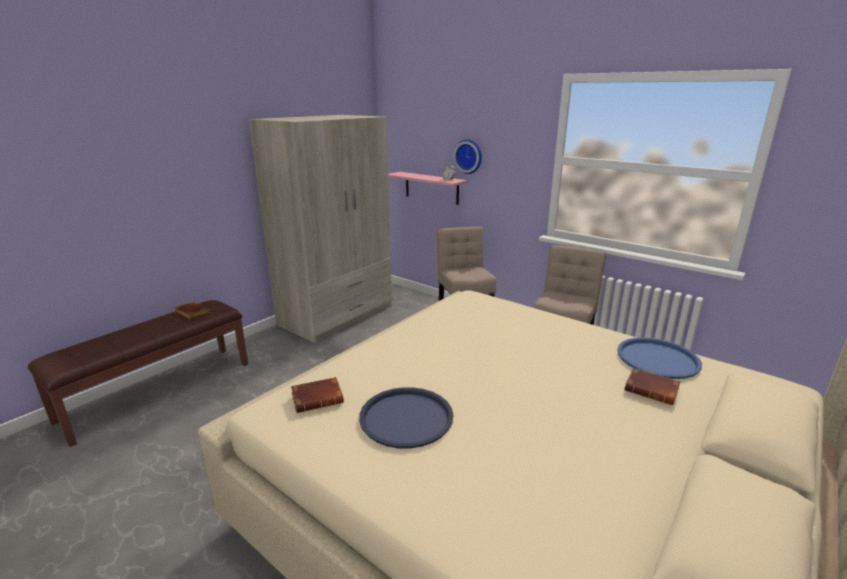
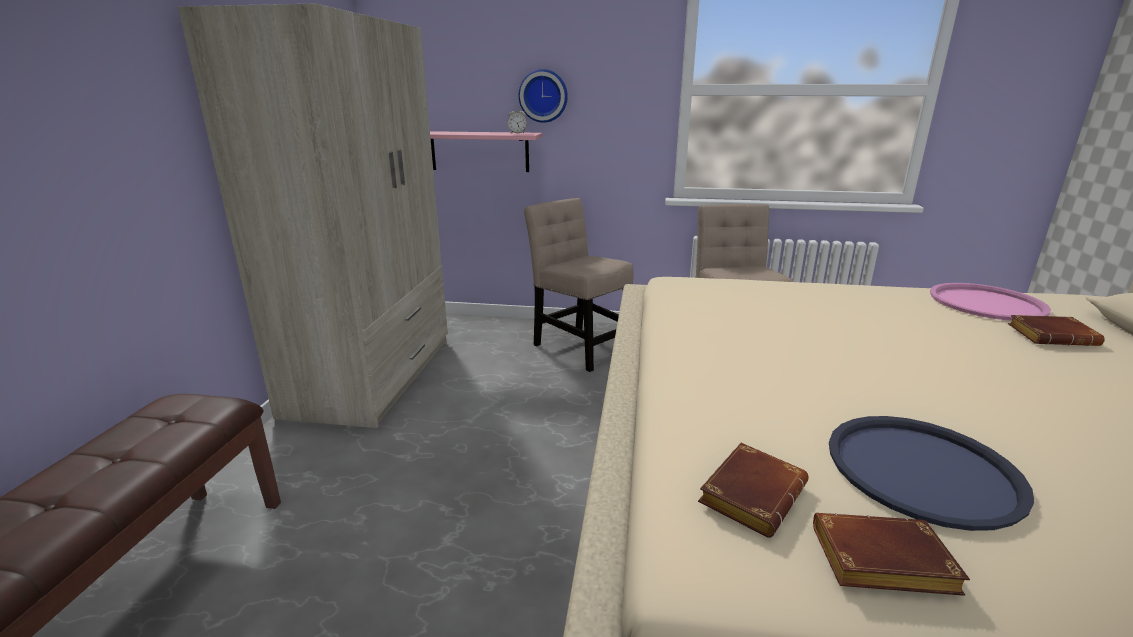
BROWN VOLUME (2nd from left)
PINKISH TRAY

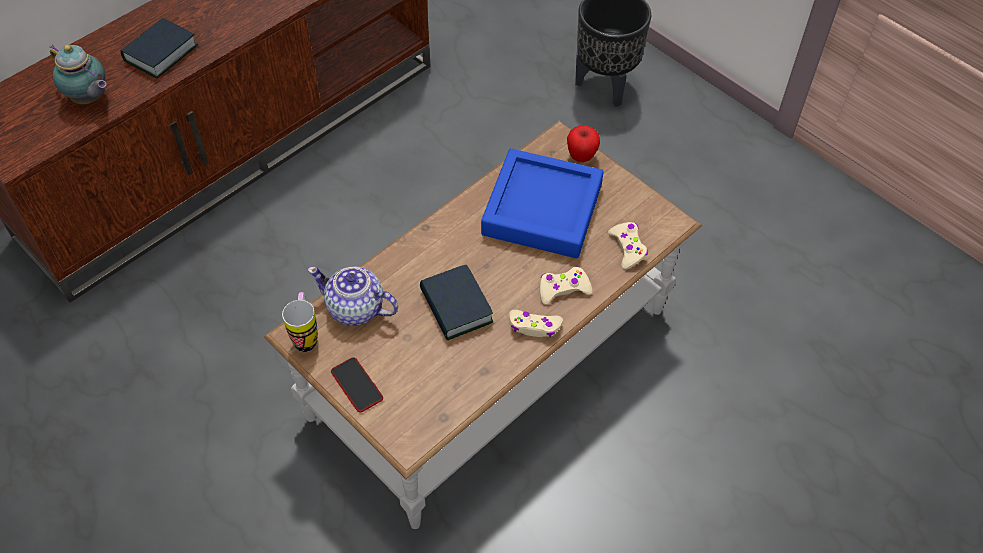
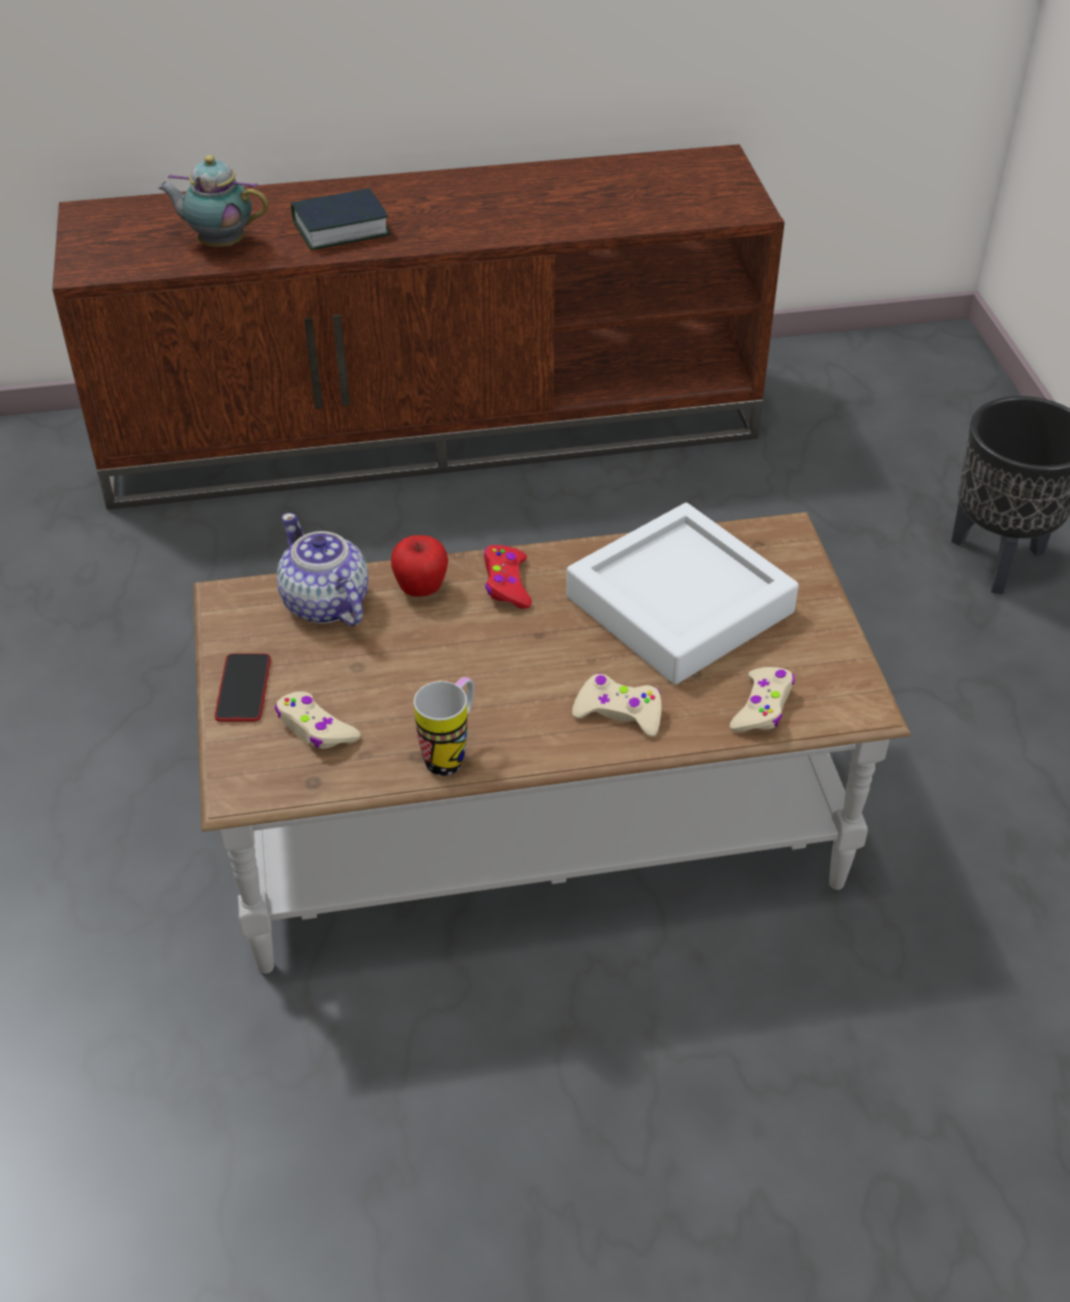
TEA POT (1st from left)
BEIGE-COLOURED GAME CONTROLLER (1st from left)
APPLE FRUIT
MUG
REDDISH GAME CONTROLLER
WHITE-COLOURED TRAY
VOLUME (2nd from left in the first image)

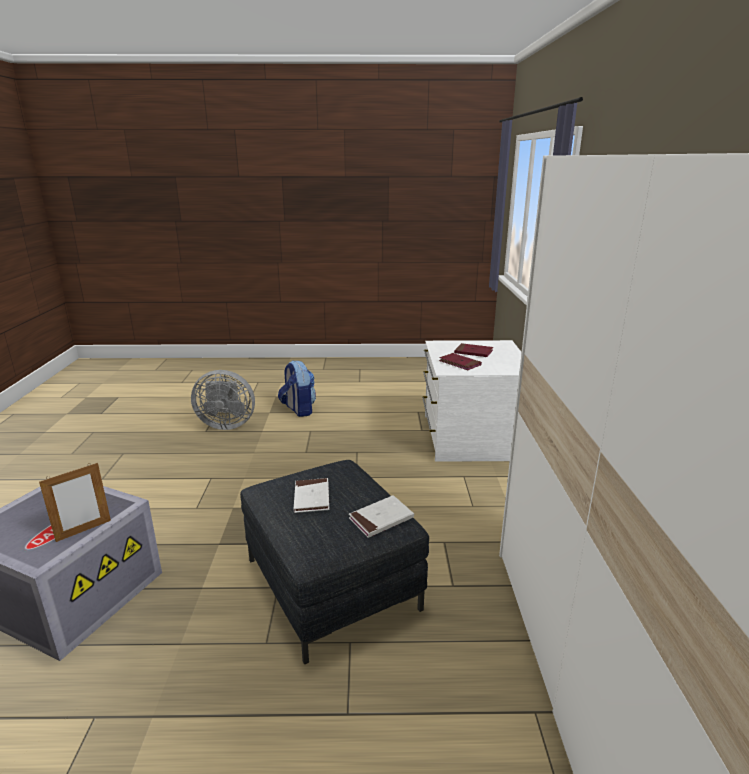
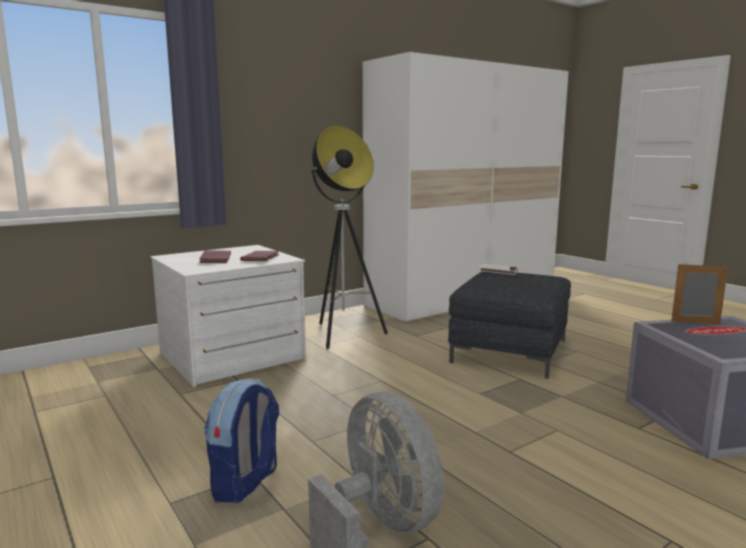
STANDARD LAMP
WHITE-COLOURED VOLUME (1st from left in the first image)

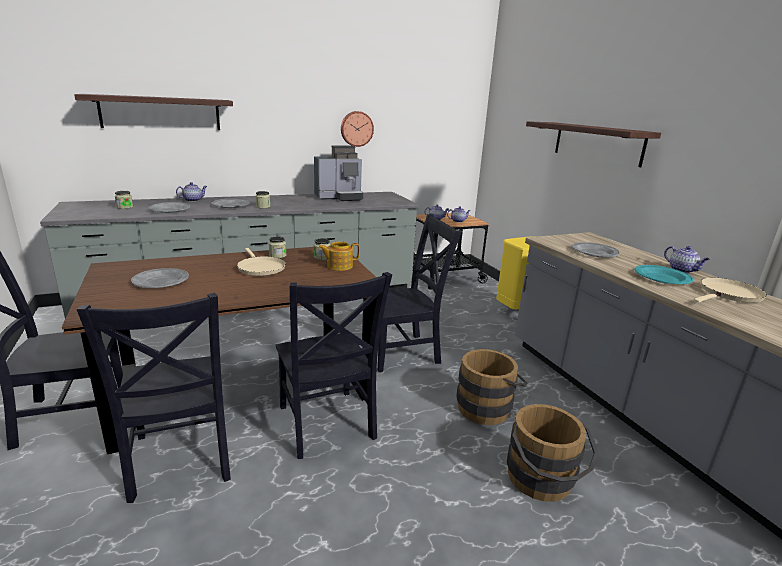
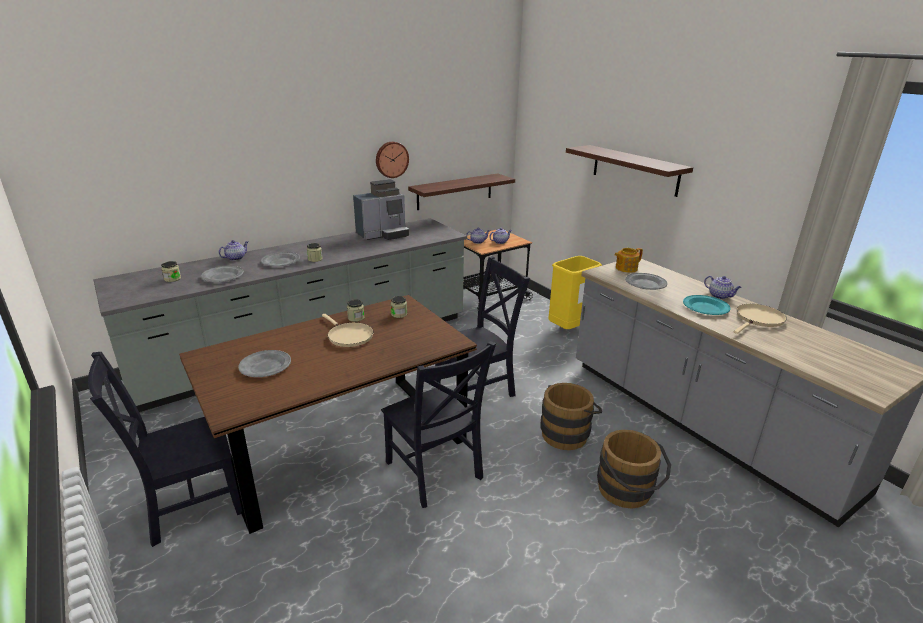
WALL SHELF (1st from left)
TEA POT (4th from left)
BLACK-COLOURED CHAIR (2nd from left in the first image)

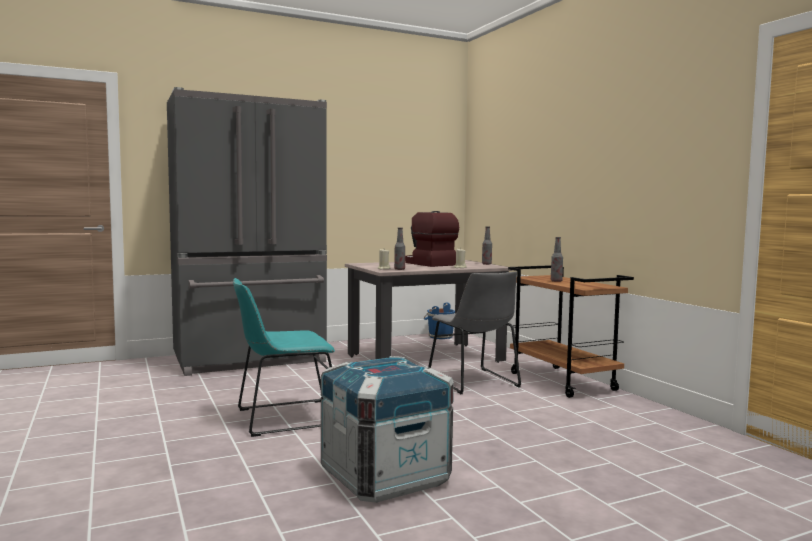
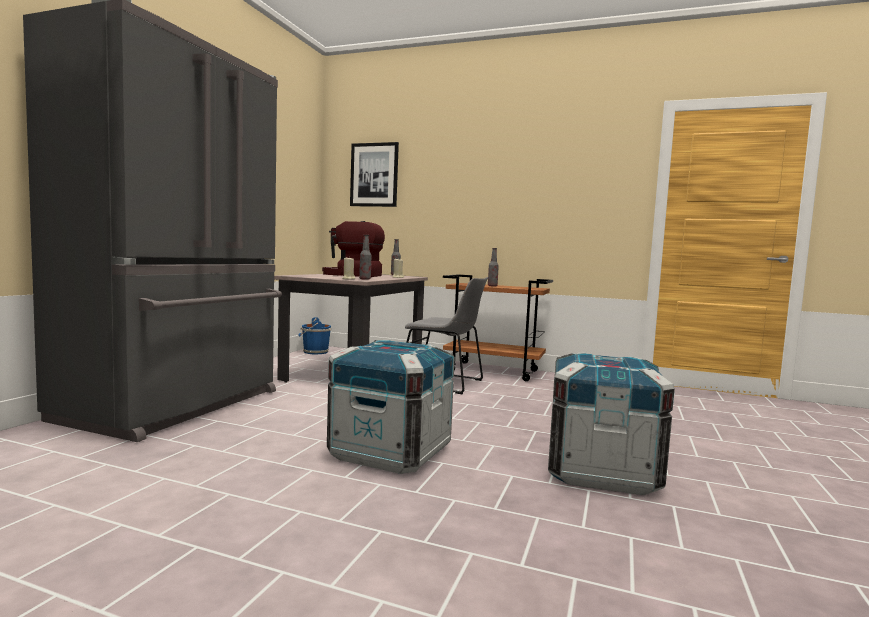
CRATE (1st from left)
WALL PICTURE

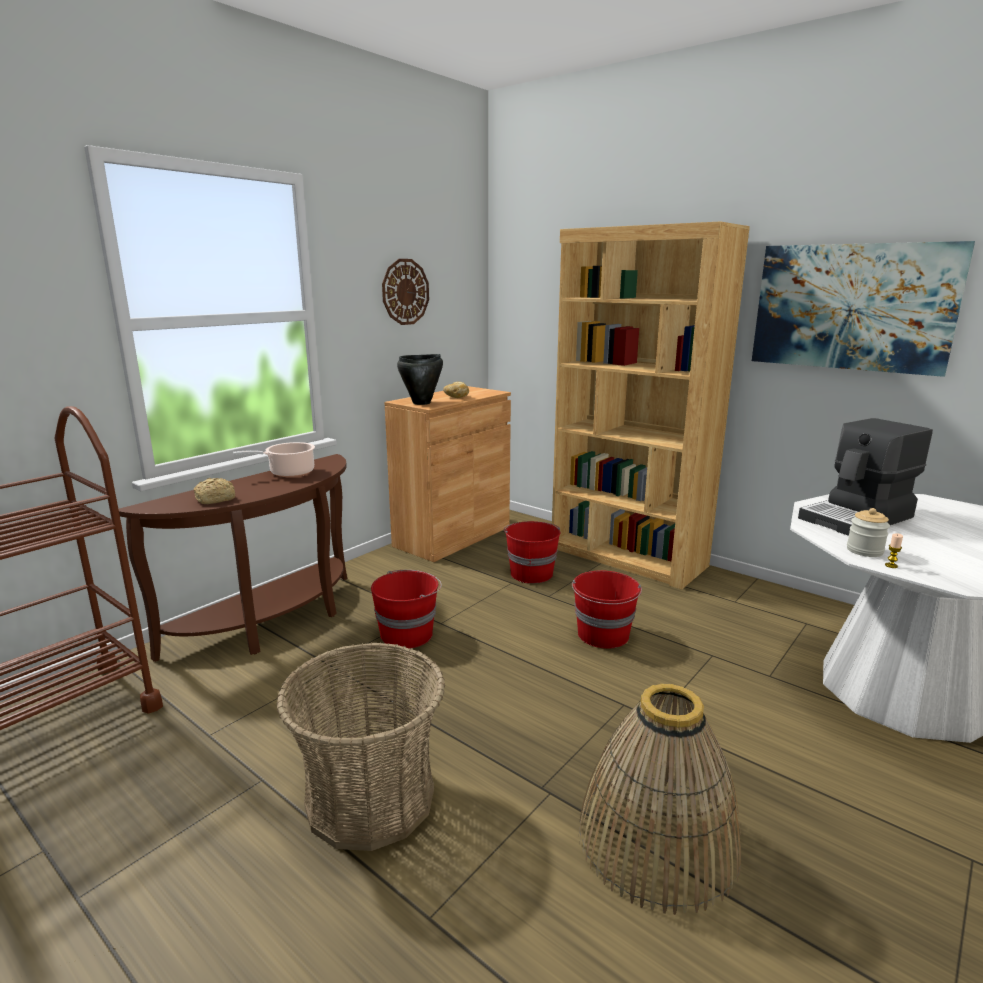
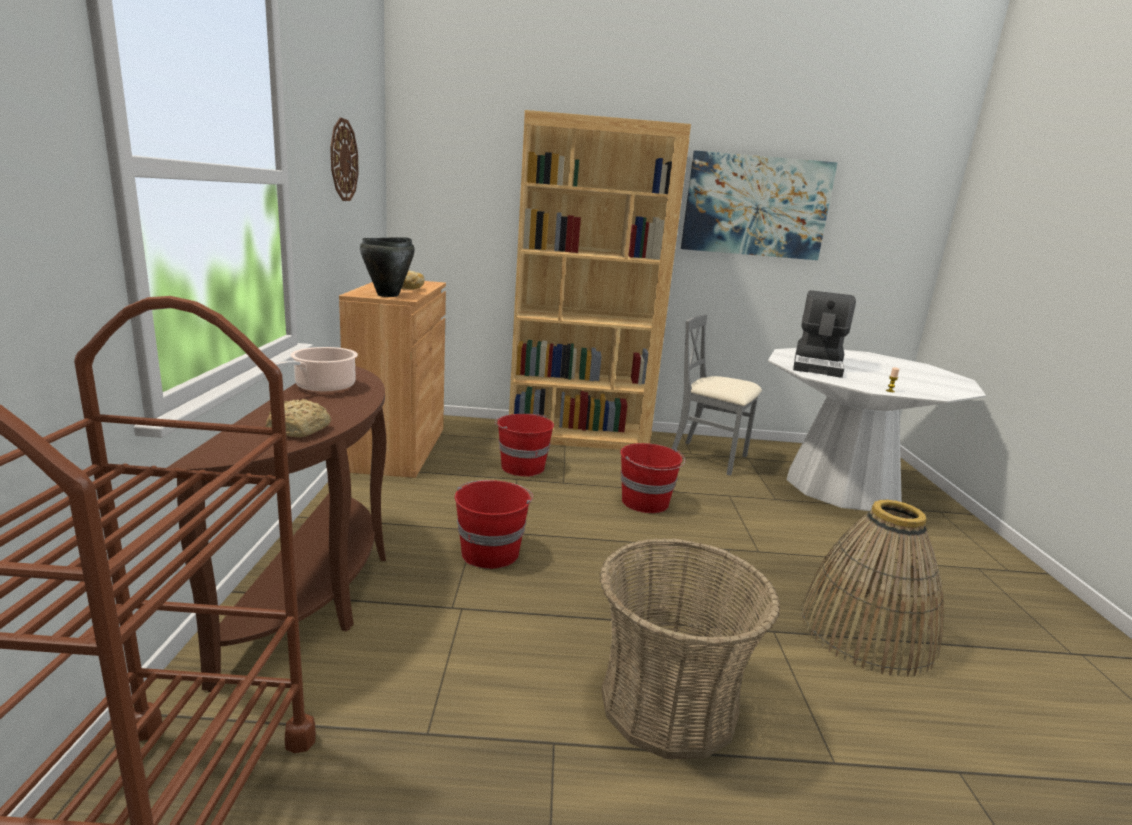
GRAY CHAIR
STORAGE JAR

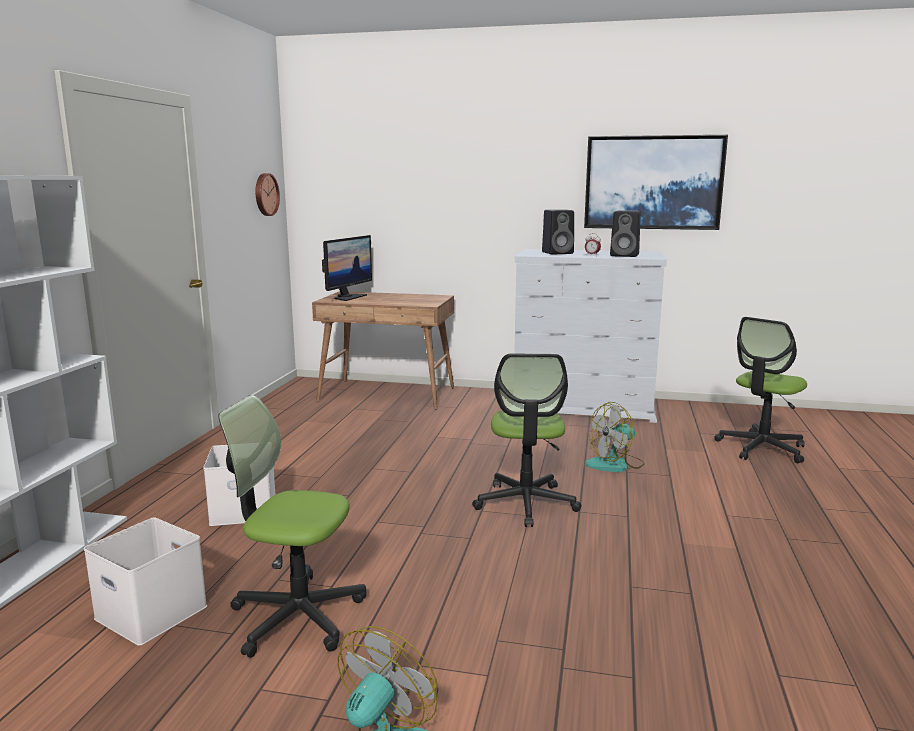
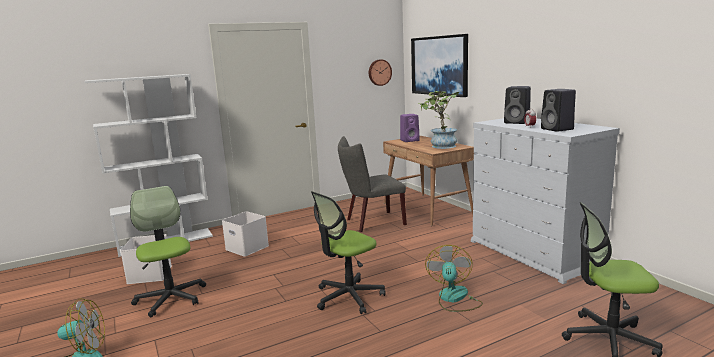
GRAY CHAIR
PURPLE-COLOURED LOUDSPEAKER
WALL PICTURE
PLANT IN A POT
ELECTRIC FAN (2nd from left)

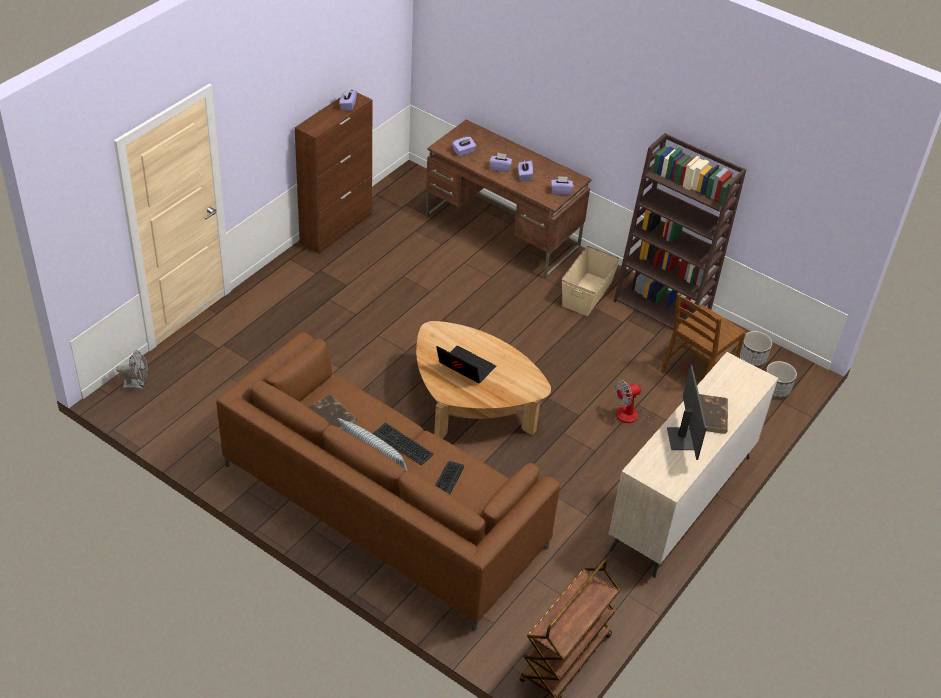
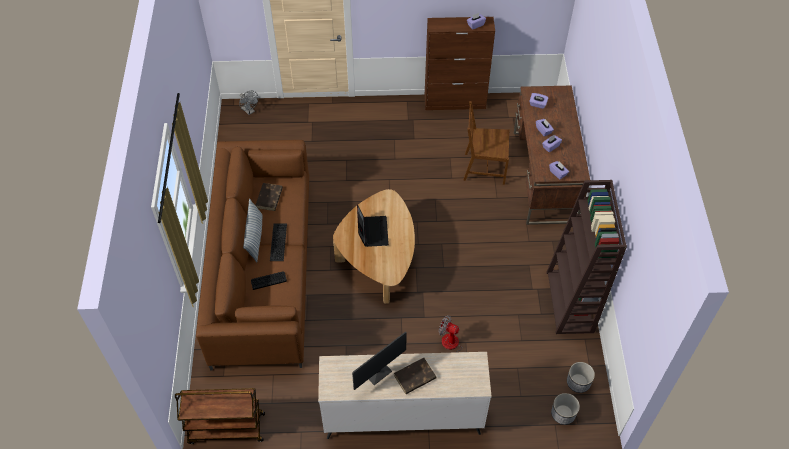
BROWN CHAIR
BEIGE-COLOURED STORAGE CONTAINER

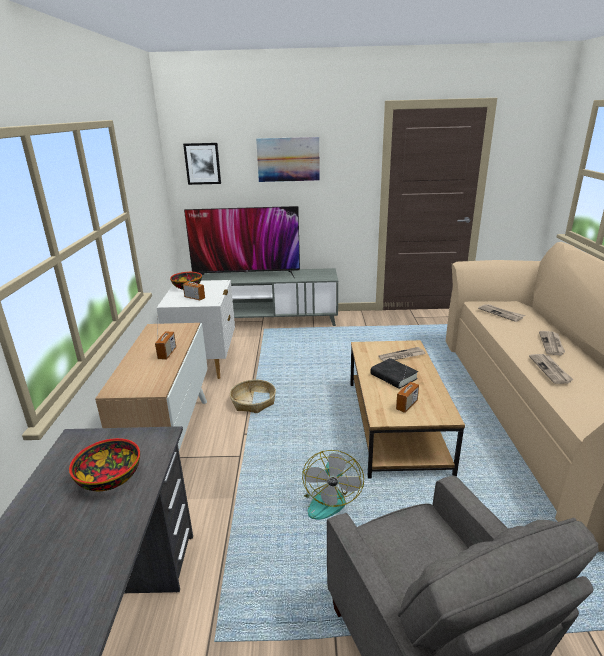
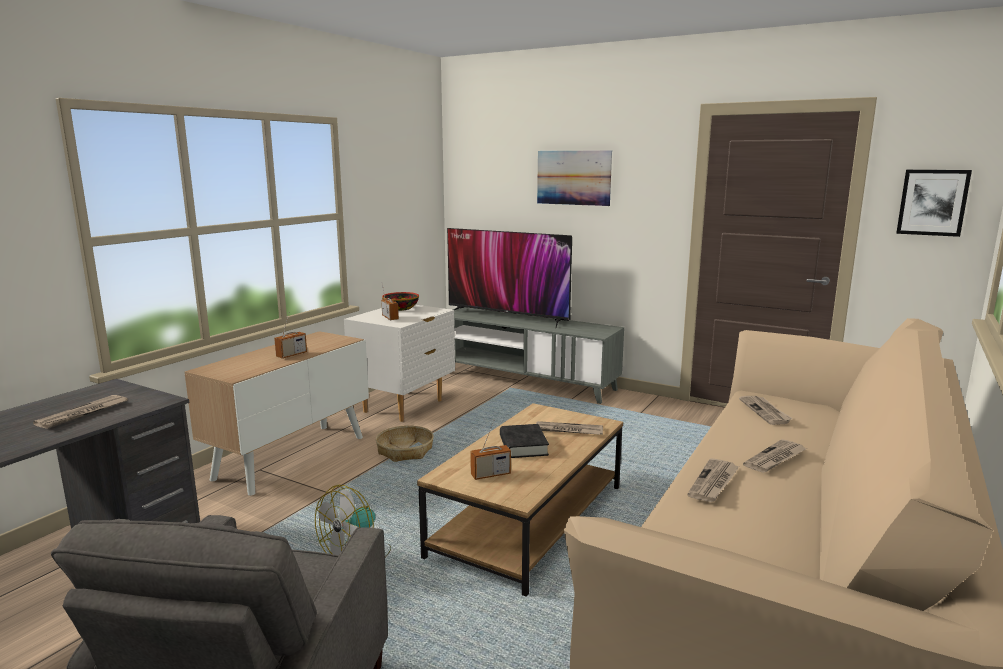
NEWSPAPER (1st from left)
WALL PICTURE (2nd from left)

